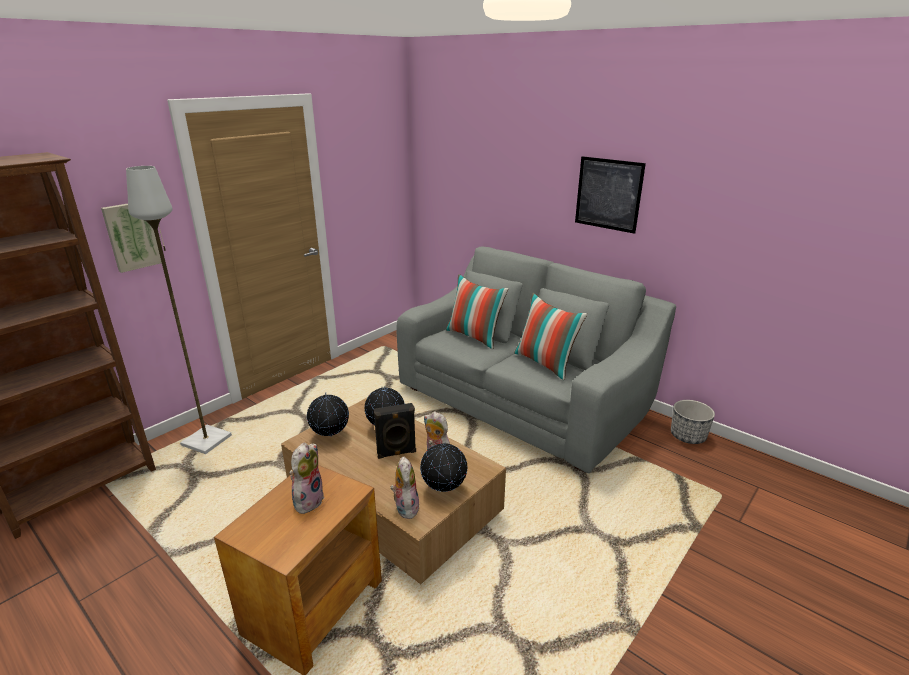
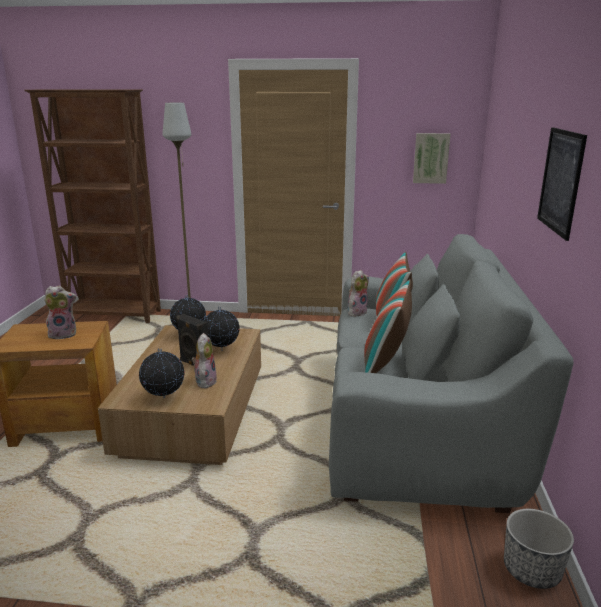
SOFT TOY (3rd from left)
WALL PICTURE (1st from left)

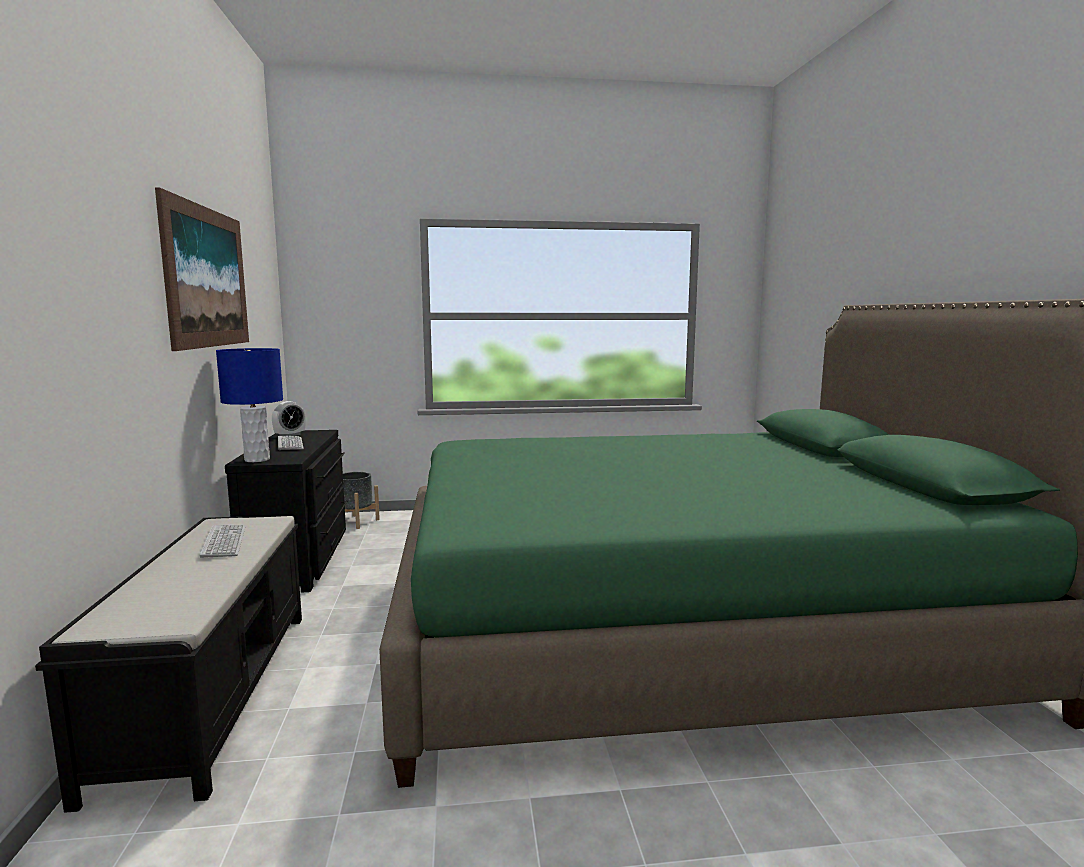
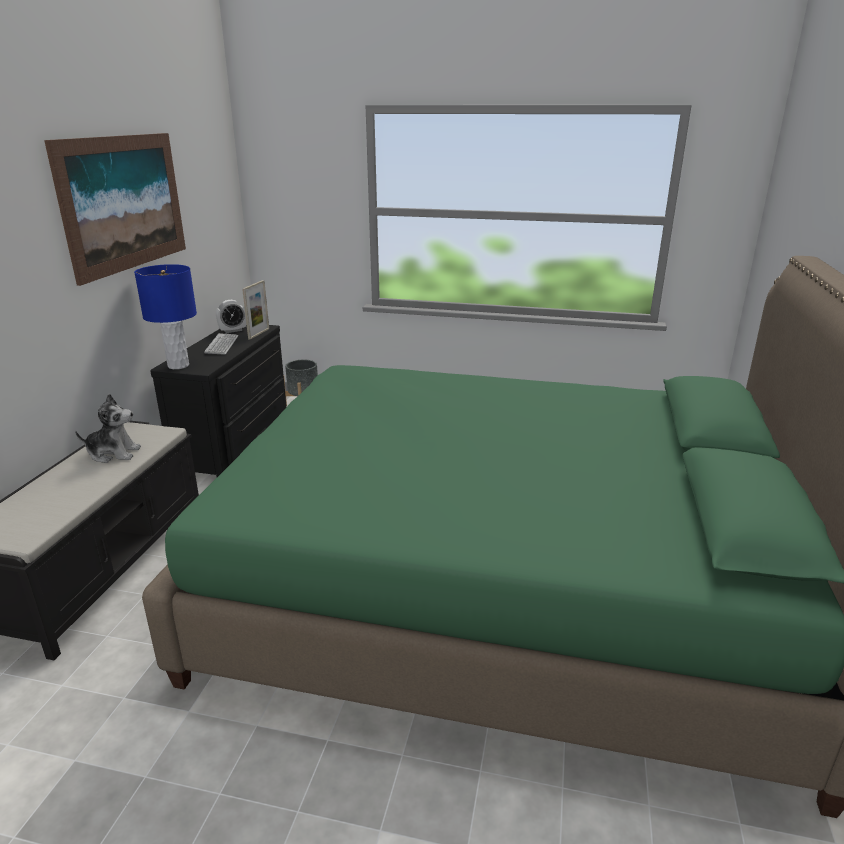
SOFT TOY
PICTURE FRAME

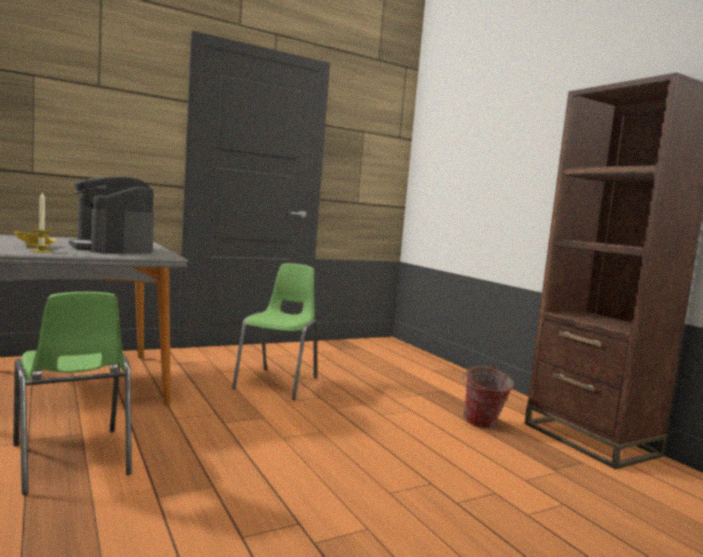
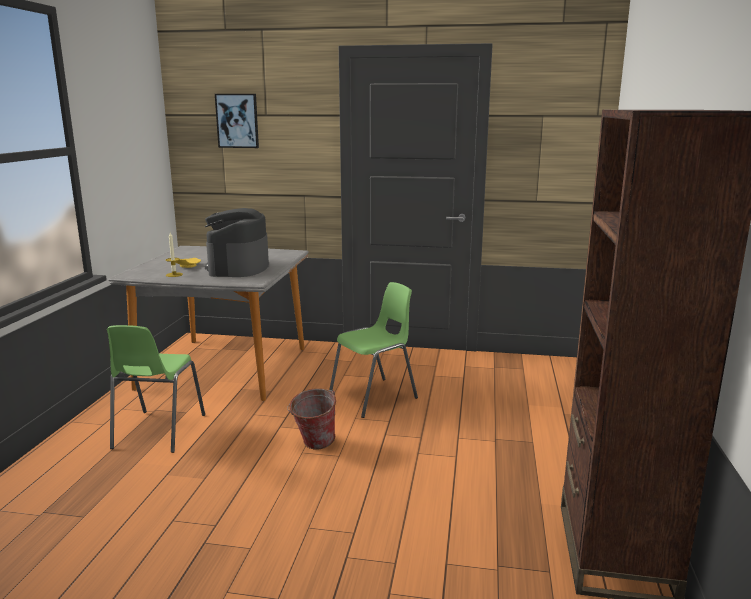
WALL PICTURE
PAIL

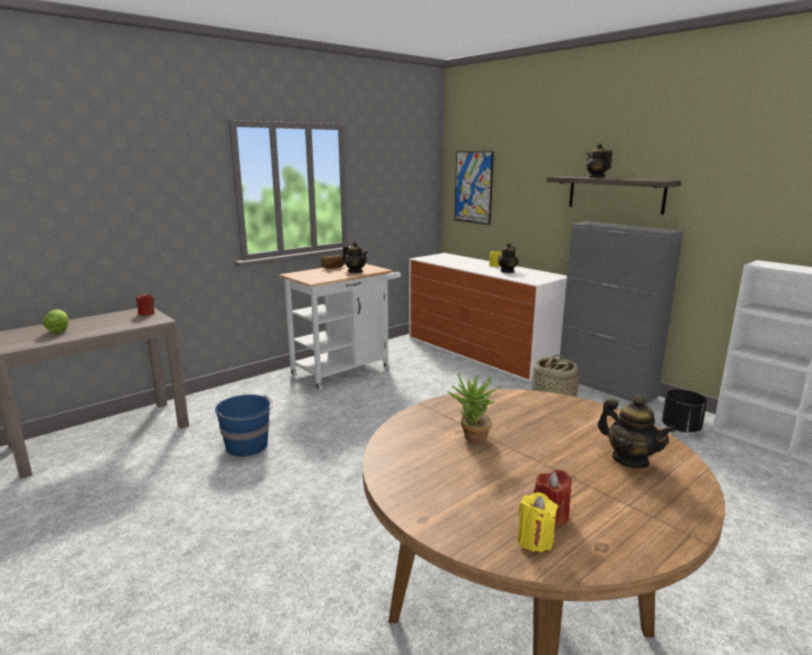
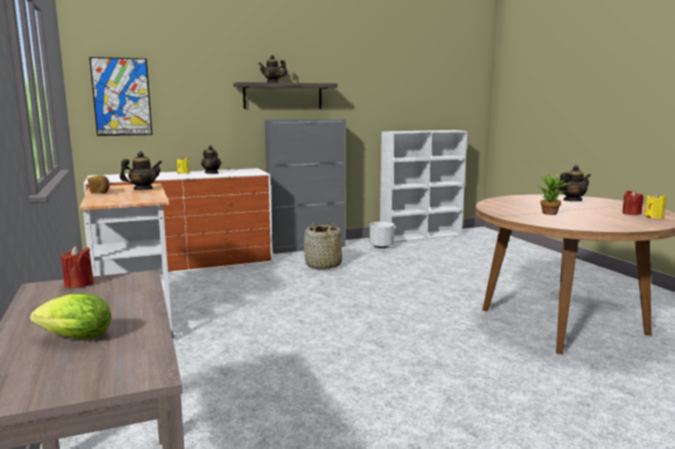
WHITE-COLOURED PLANT POT
BLUE PAIL

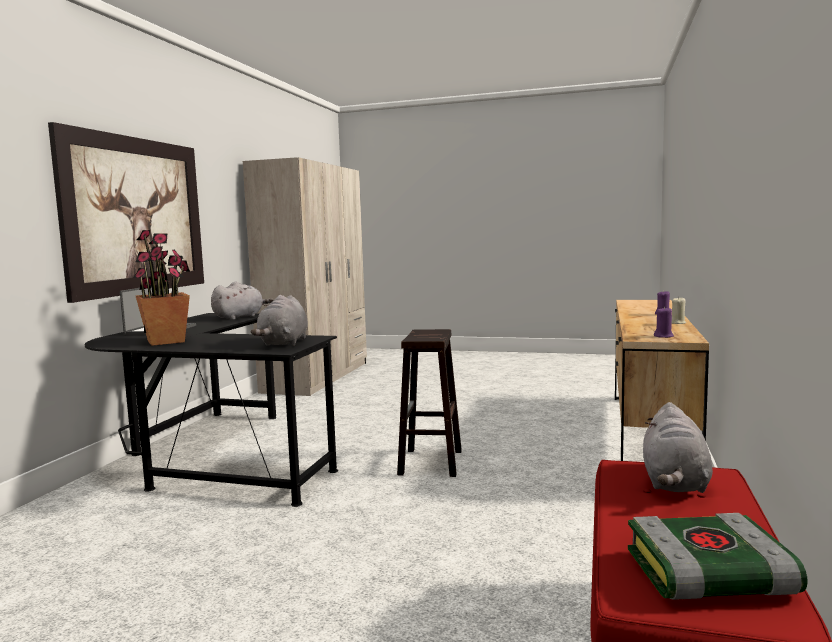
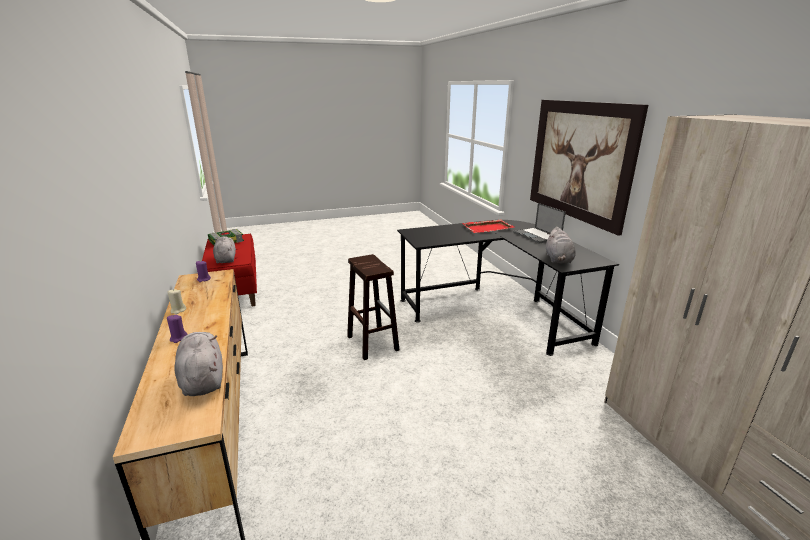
GRAY SOFT TOY (1st from left)
REDDISH TRAY

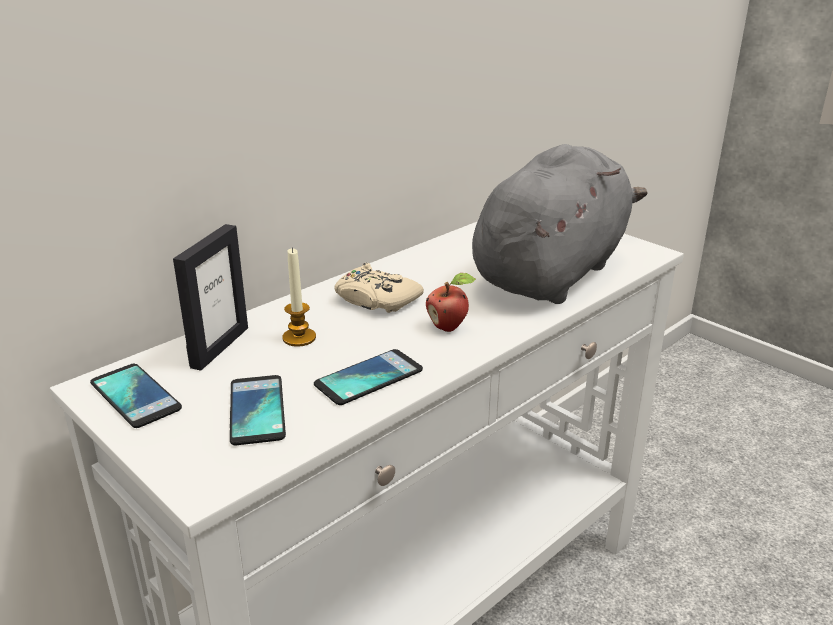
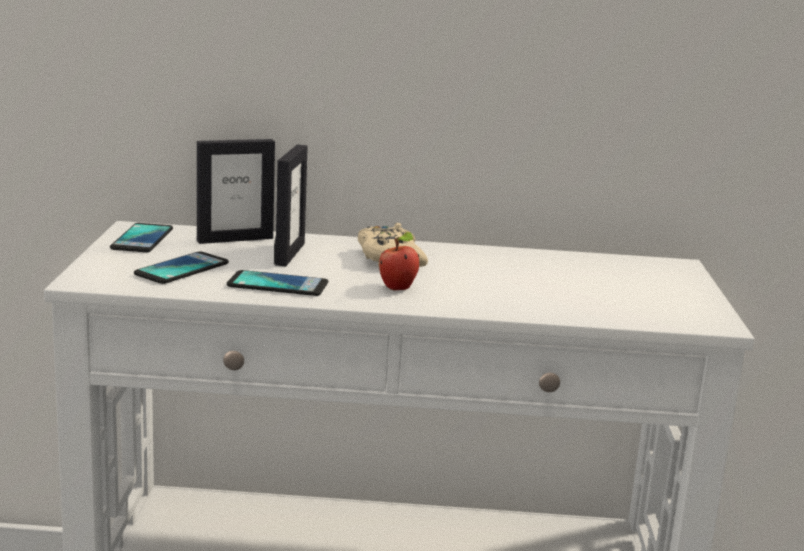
PICTURE FRAME (2nd from left)
GRAY SOFT TOY

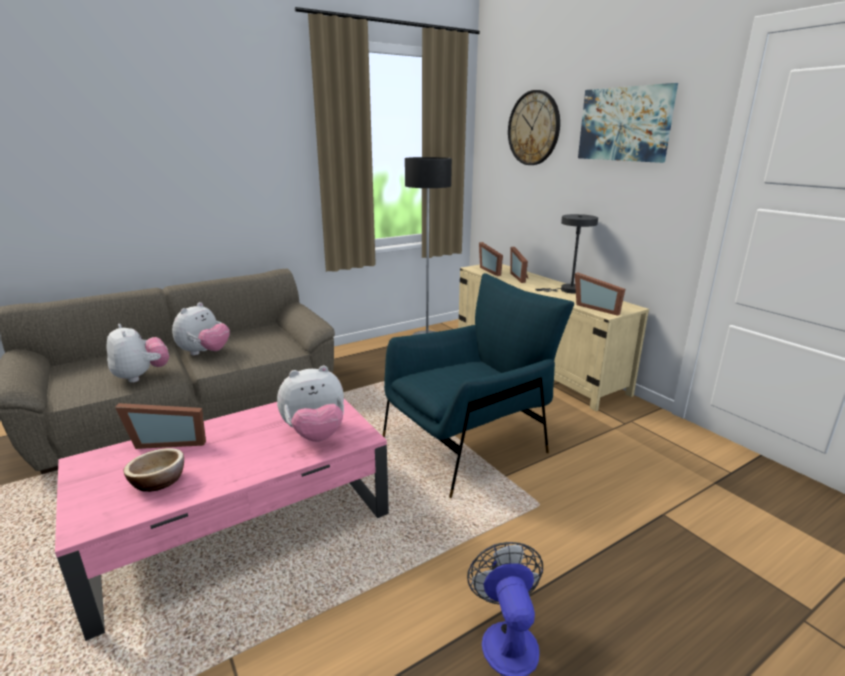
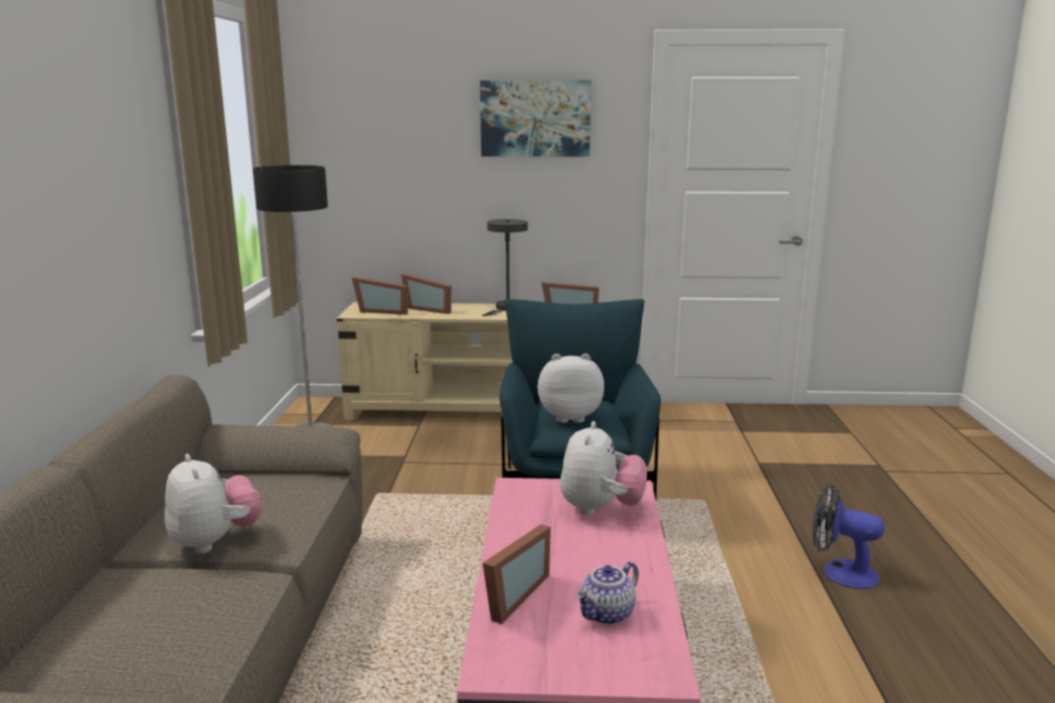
SOFT TOY (2nd from left)
TEA POT
WALL CLOCK

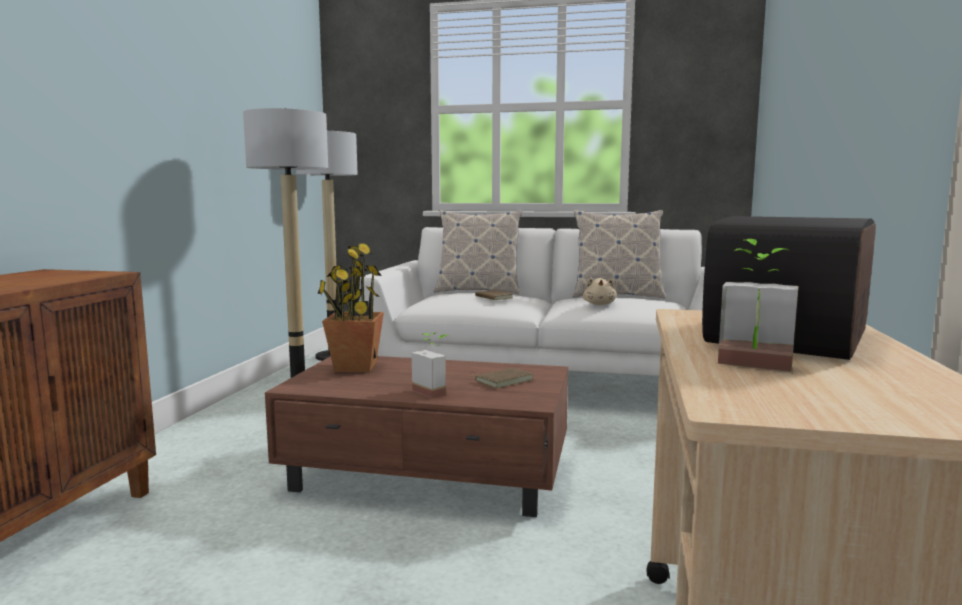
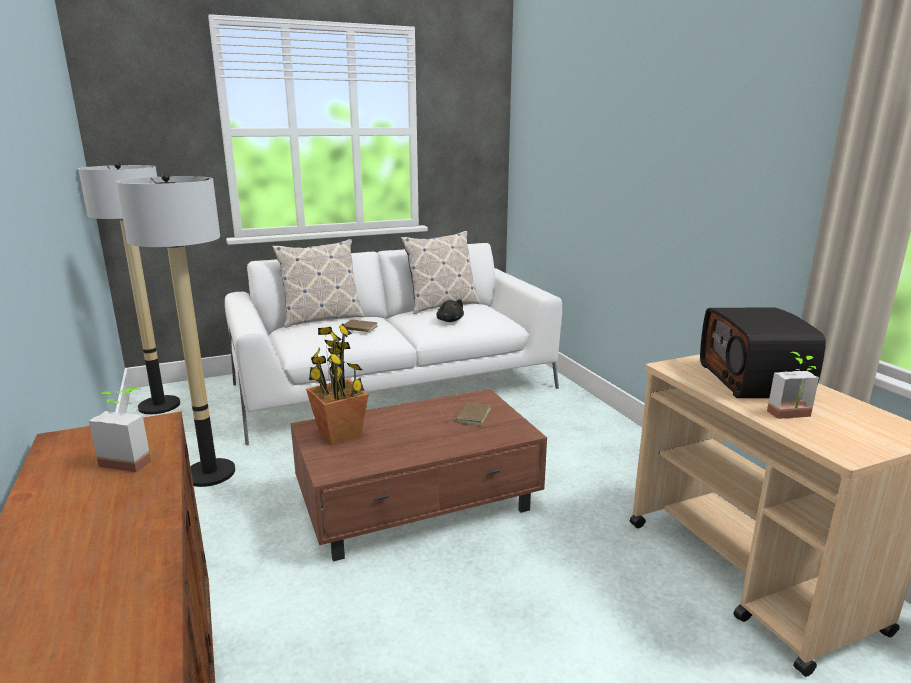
PLANT IN A POT (1st from left)
BLACK-COLOURED SOFT TOY

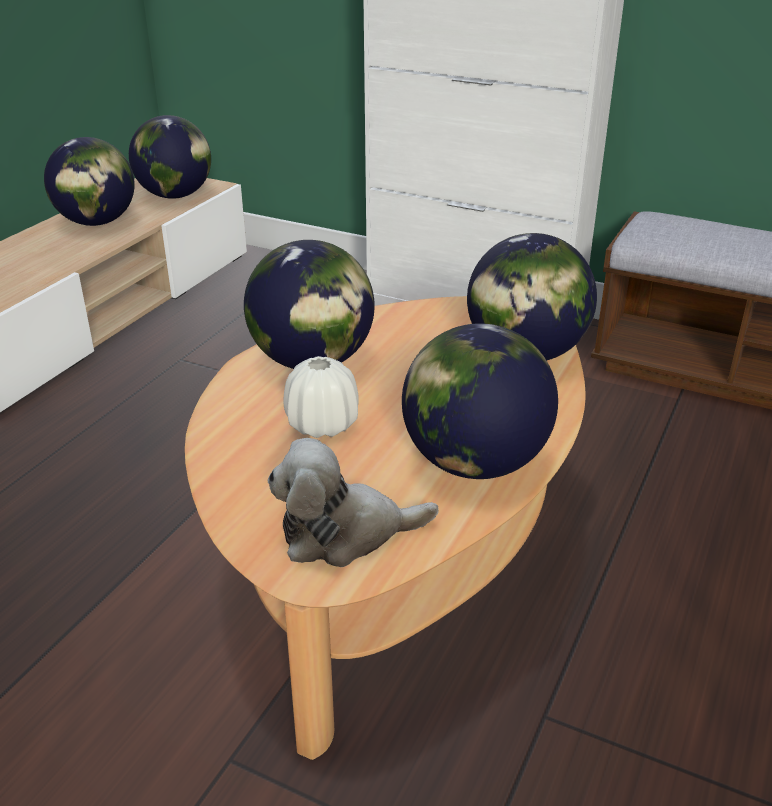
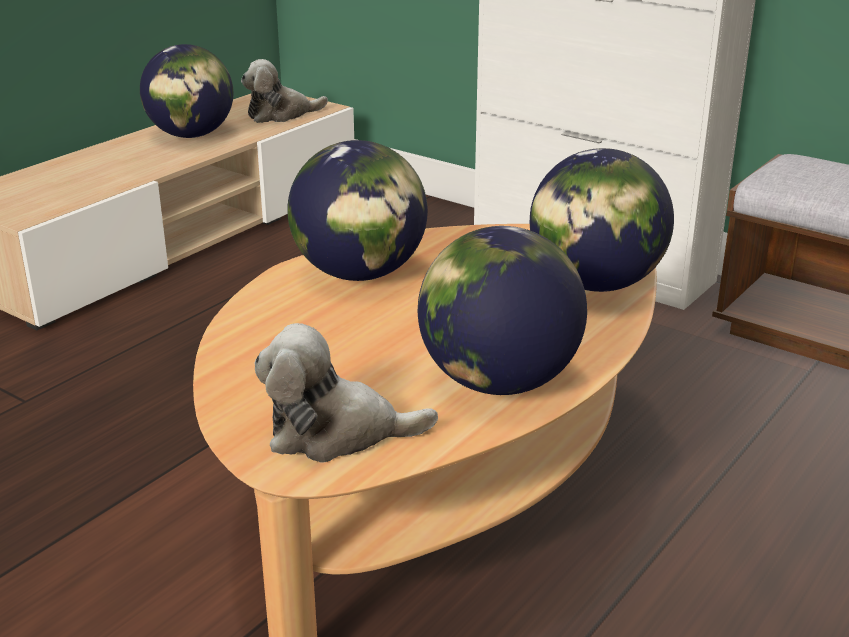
SOFT TOY (1st from left)
WHITE-COLOURED VASE

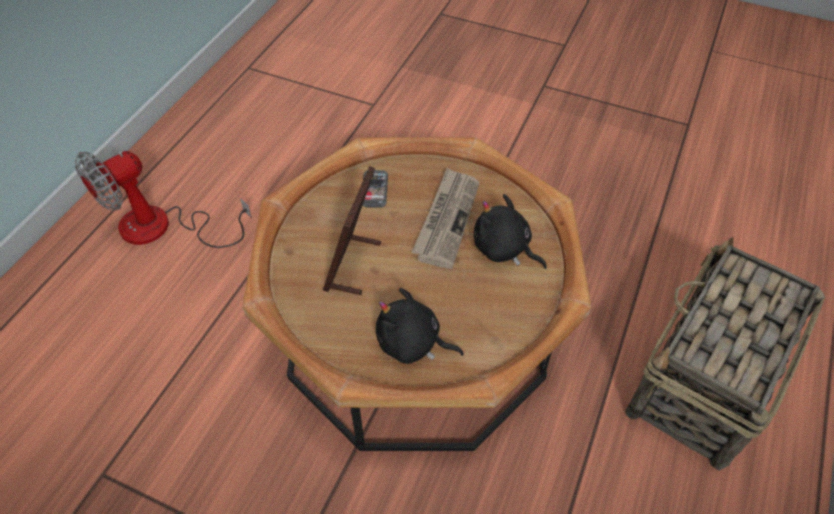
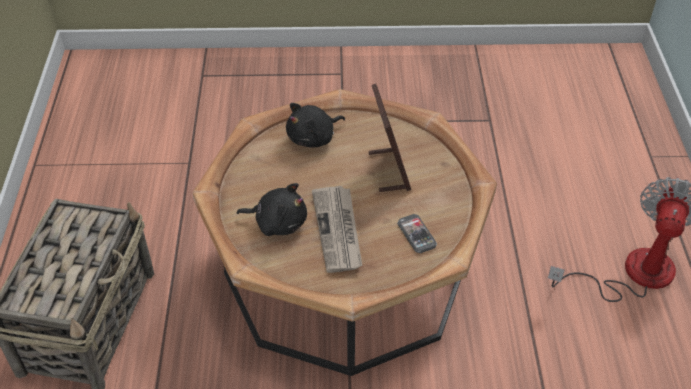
BLACK-COLOURED SOFT TOY (2nd from left)

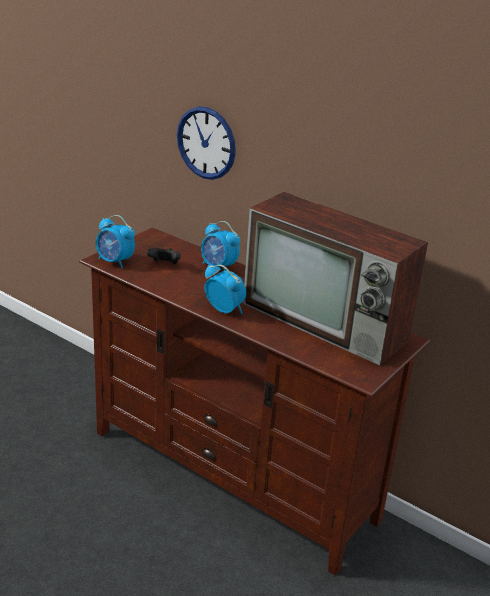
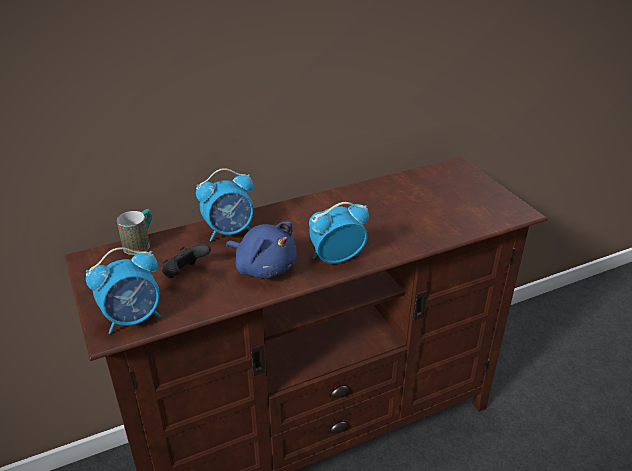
MUG
BLUE SOFT TOY
WALL CLOCK
TV SET

